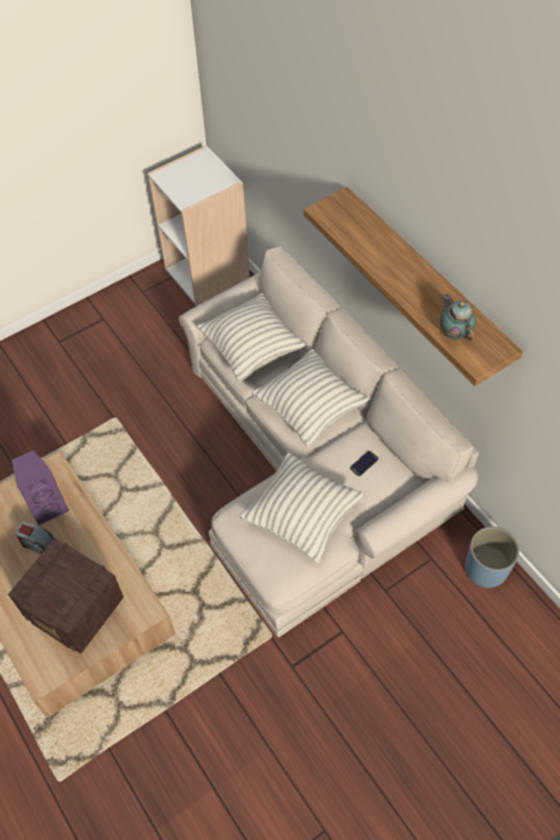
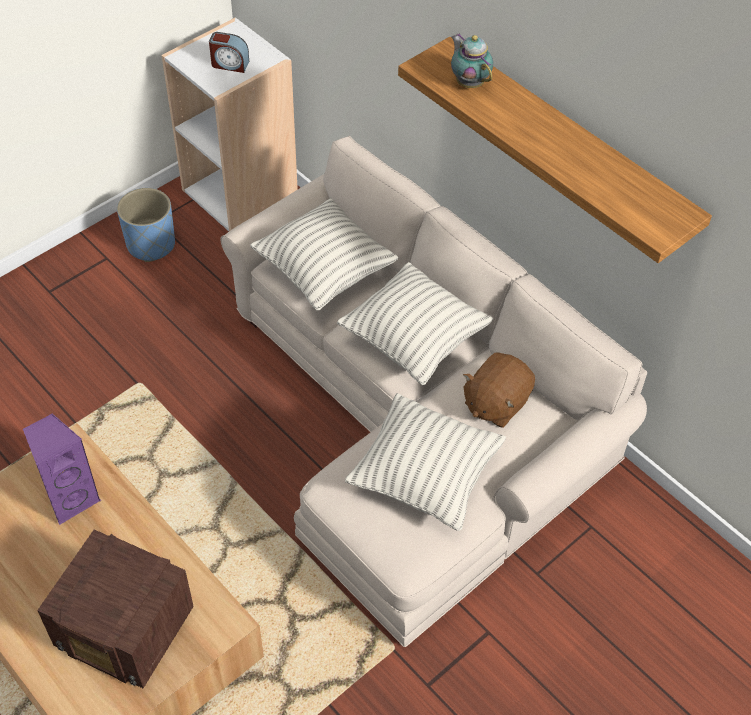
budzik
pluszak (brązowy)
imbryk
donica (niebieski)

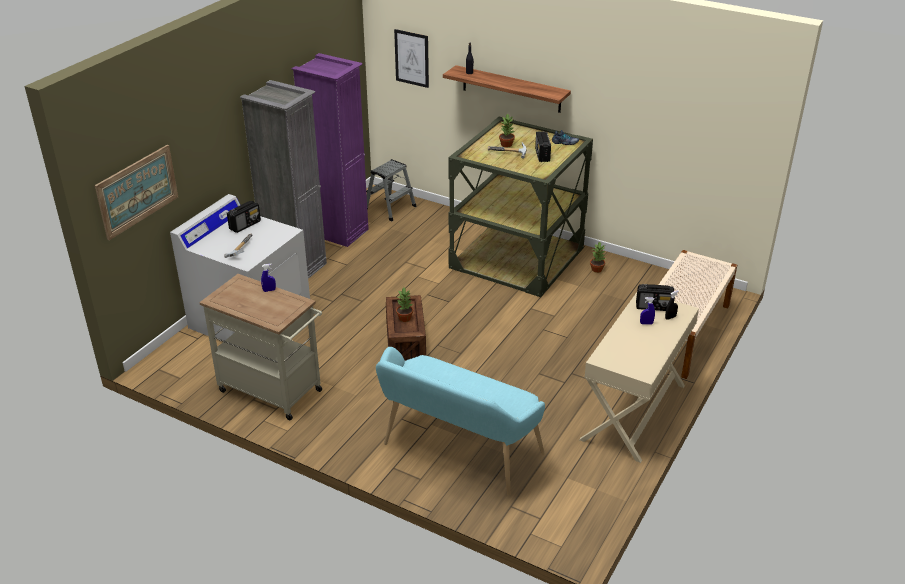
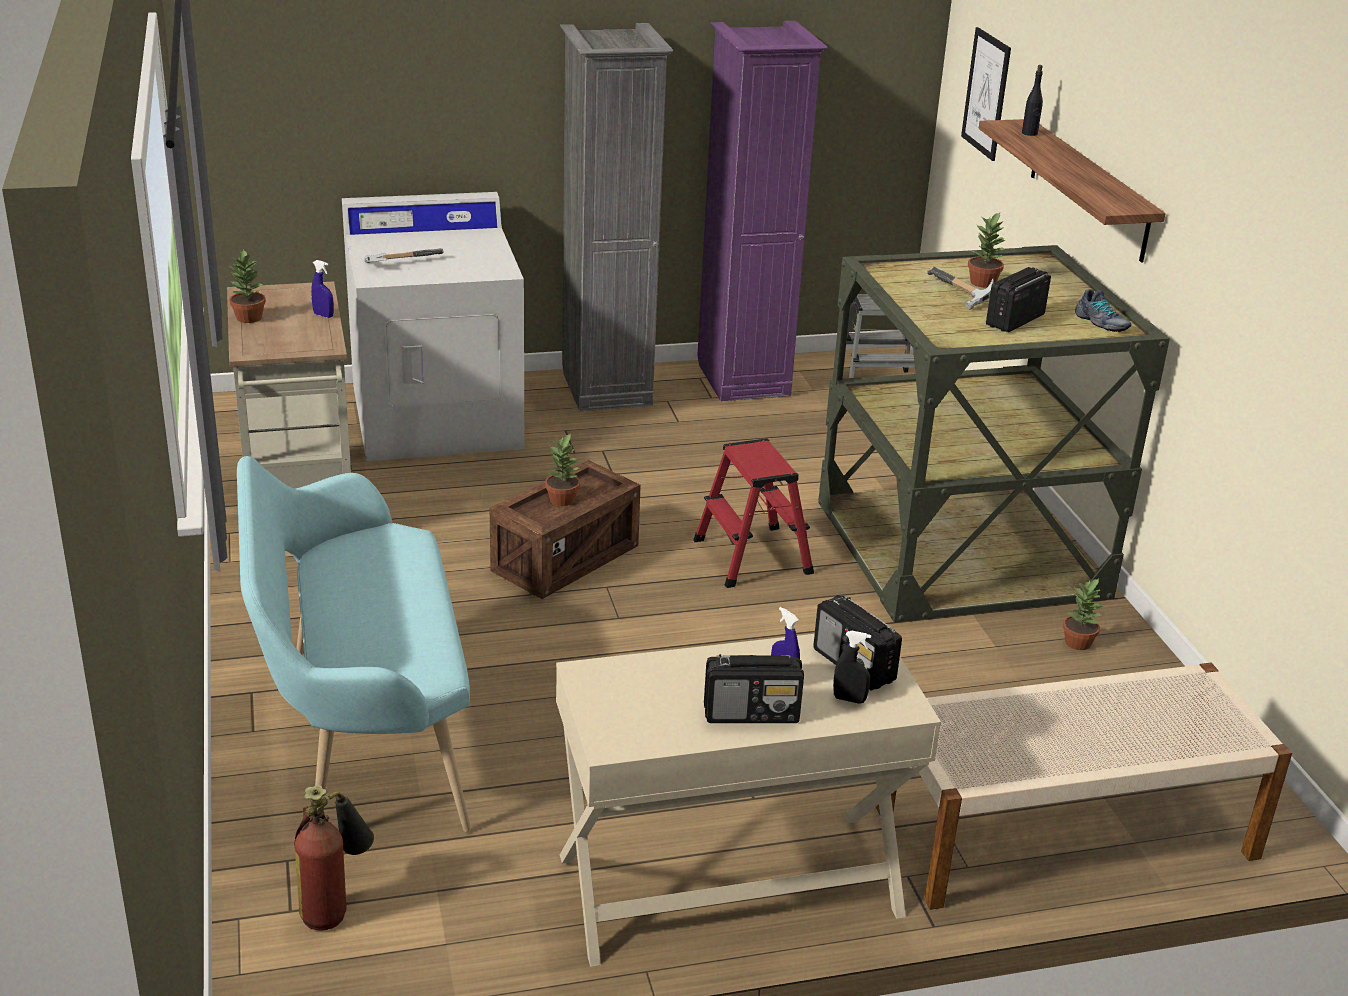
obraz (1st from left in the first image)
radio (1st from left)
roślina doniczkowa (1st from left)
gaśnica
drabinka (czerwony)

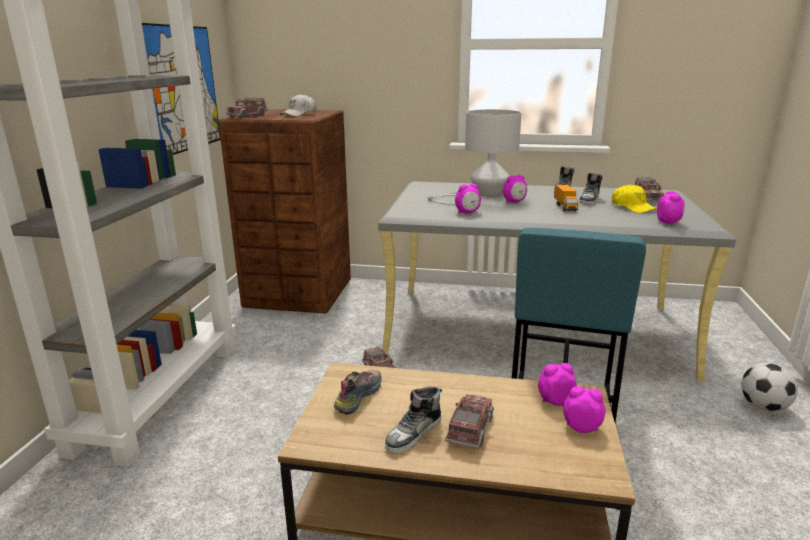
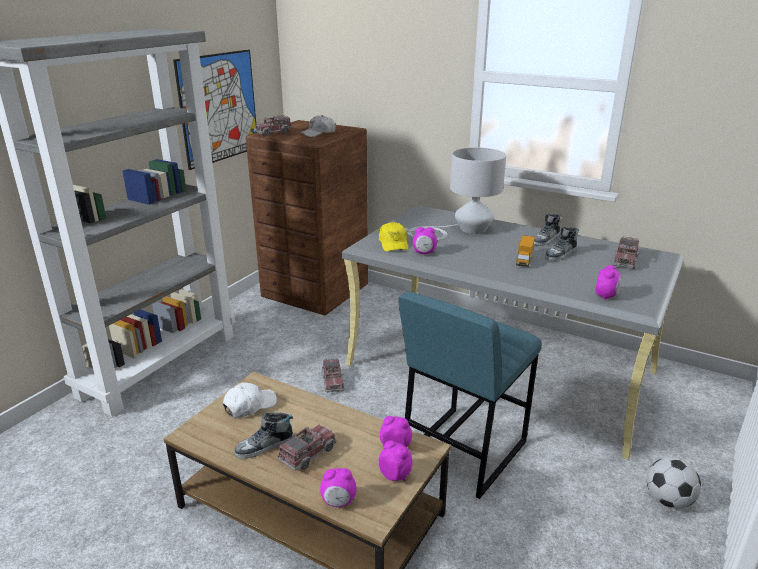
czapka z daszkiem (biały) (1st from left)
budzik (1st from left)
czapka z daszkiem (żółty)

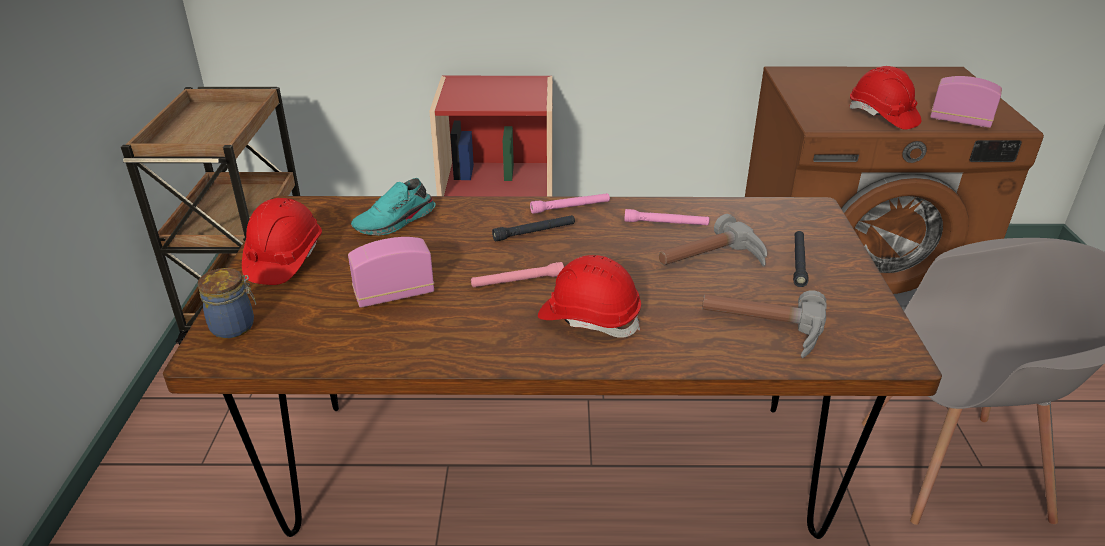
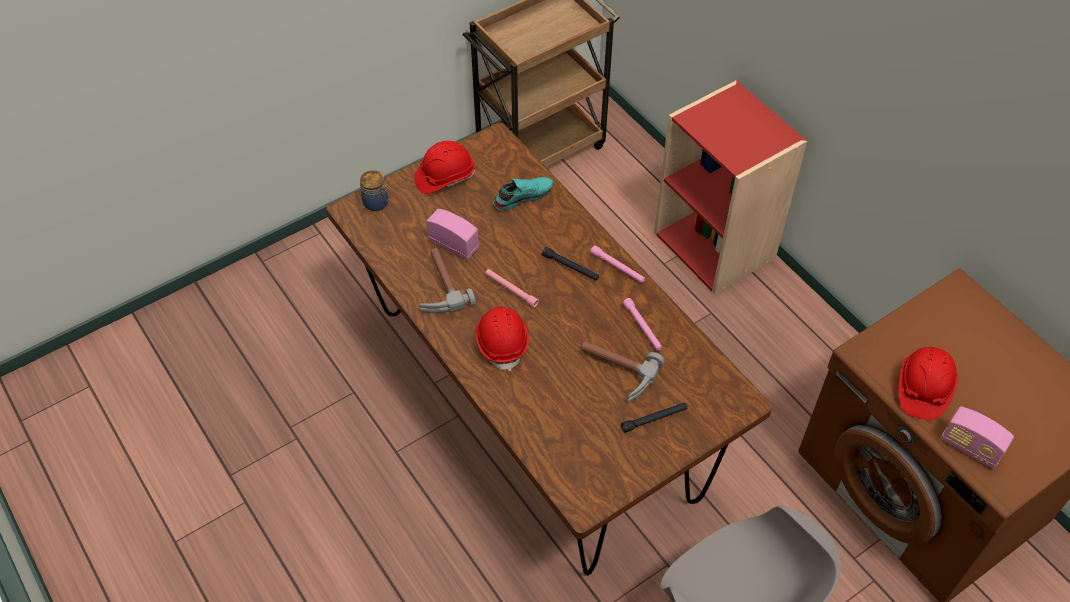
but (turkusowy)
młotek (1st from left)
radio (2nd from left)

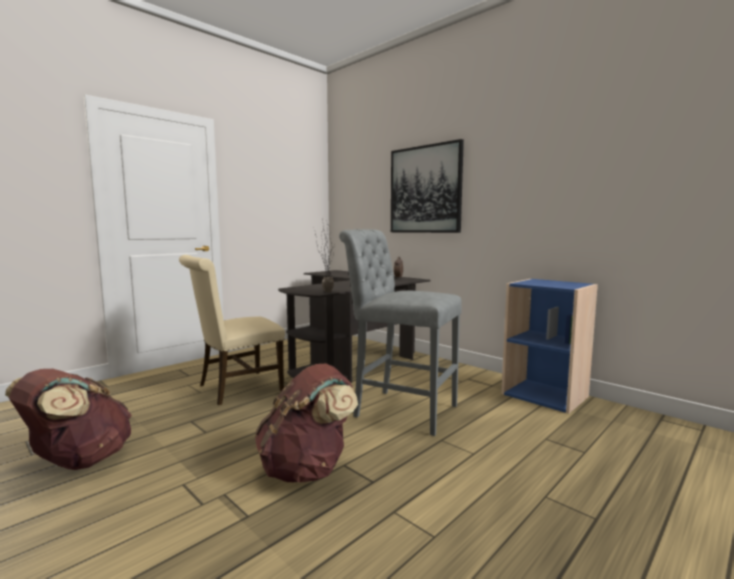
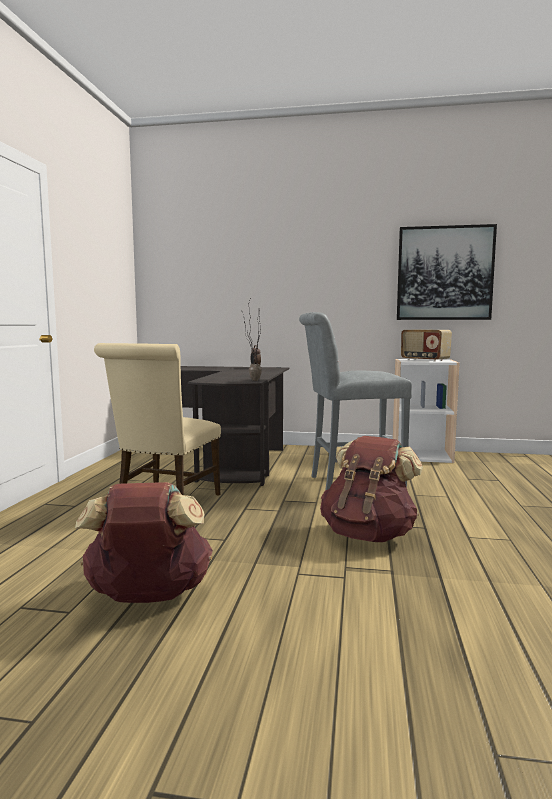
obraz
regał (biały)
radio

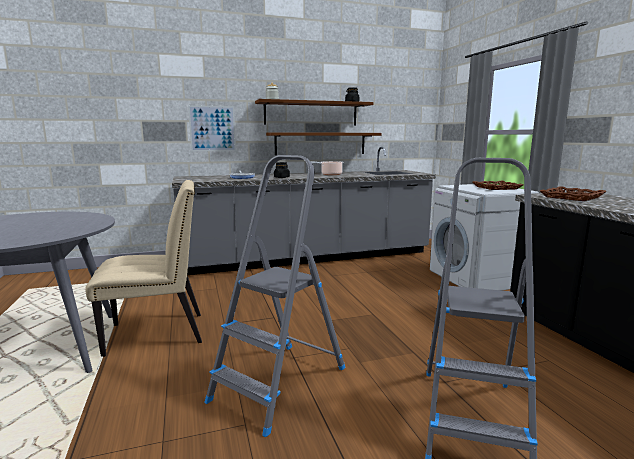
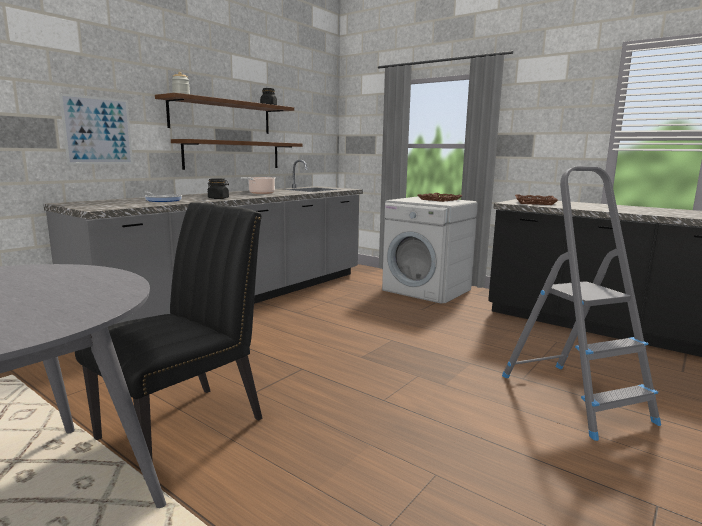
krzesło (czarny)
drabinka (szary) (1st from left in the first image)

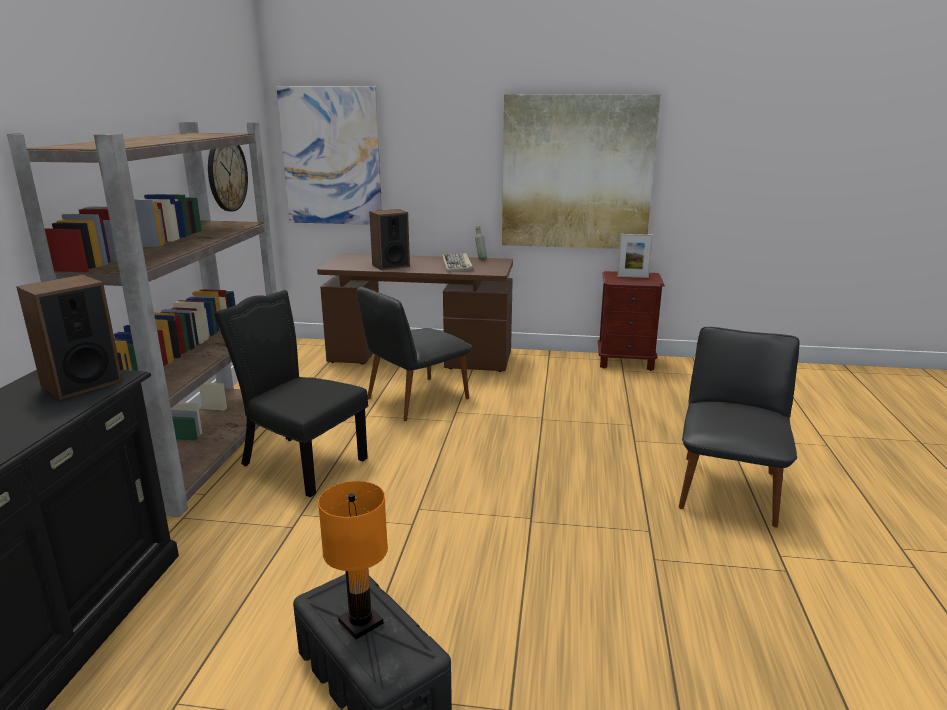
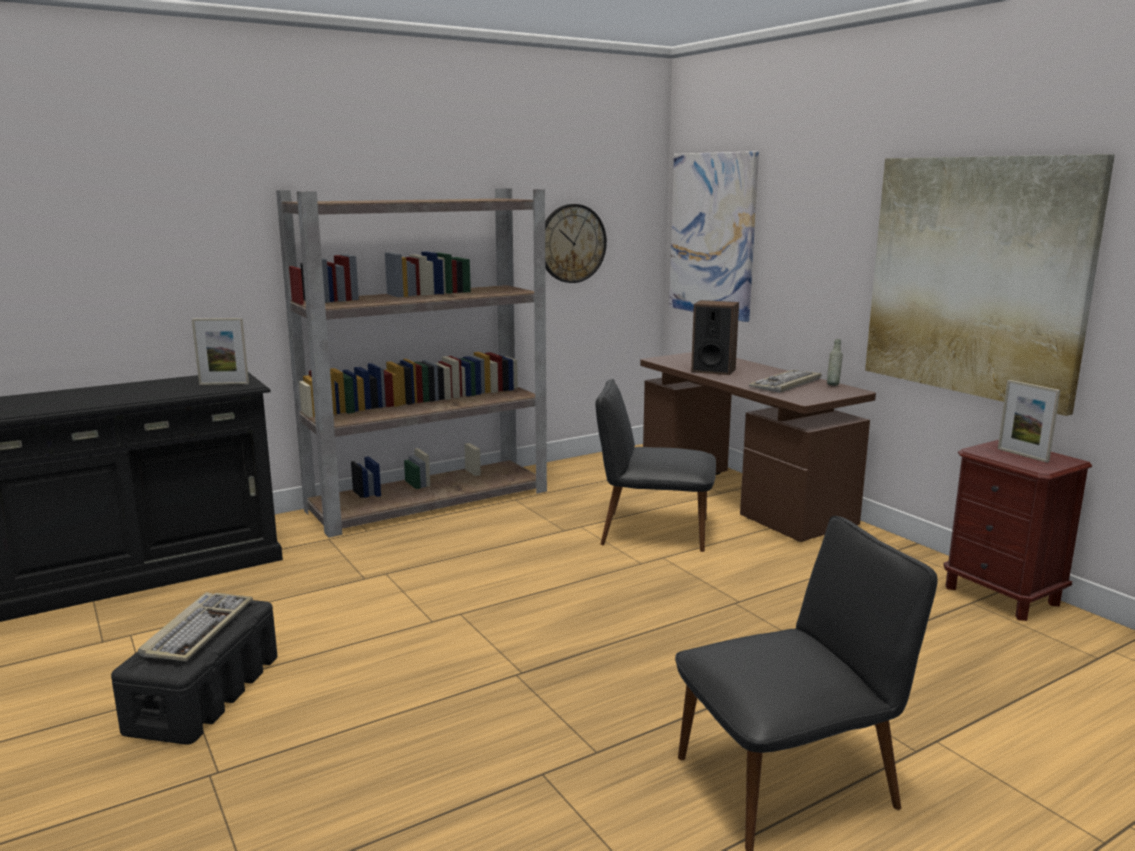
ramka na zdjęcie (1st from left)
krzesło (czarny) (1st from left in the first image)
klawiatura (1st from left)

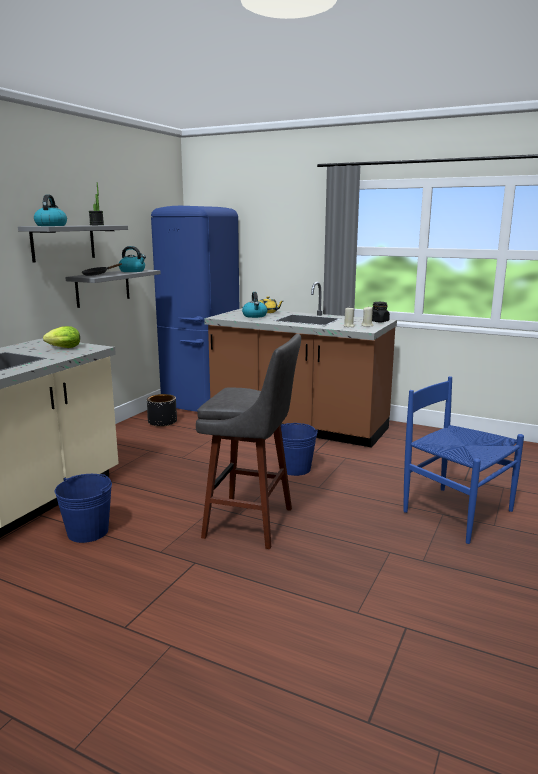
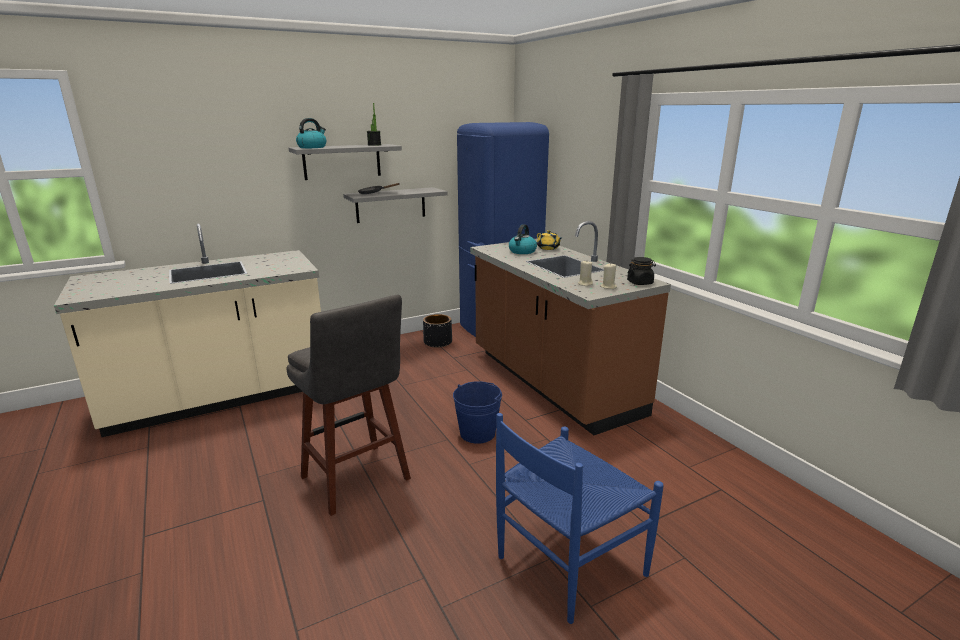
sałata
wiadro (niebieski) (1st from left in the first image)
czajnik (2nd from left in the first image)
krzesło (niebieski)

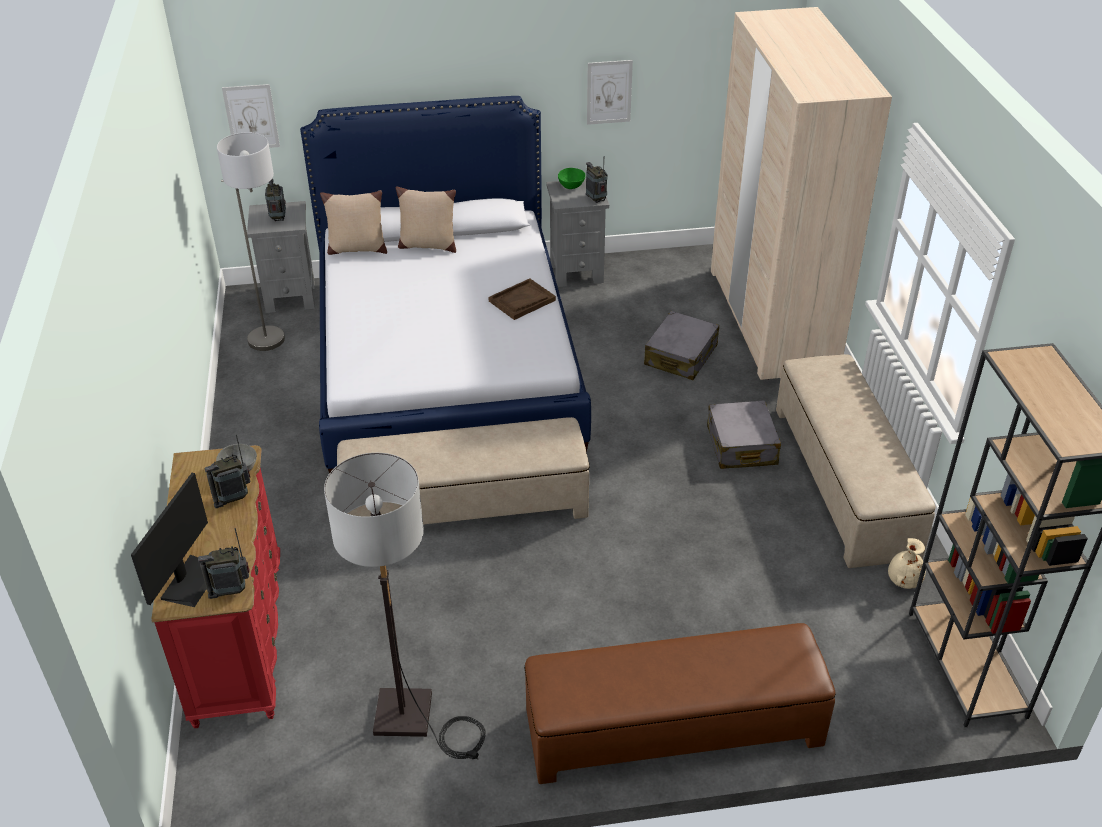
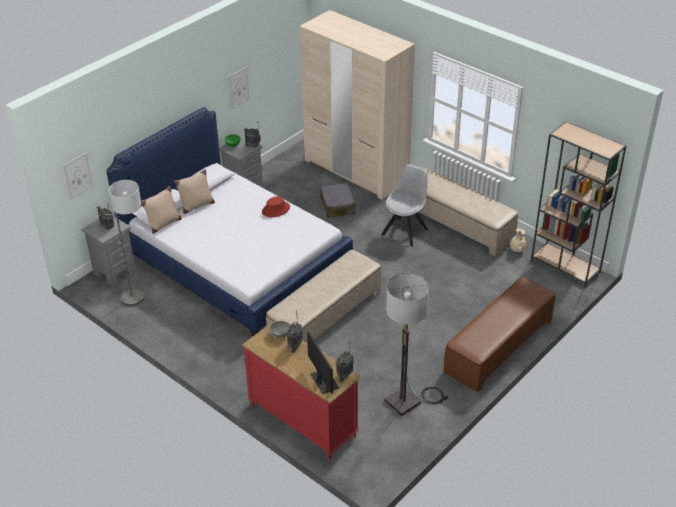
kapelusz (czerwony)
krzesło (szary)

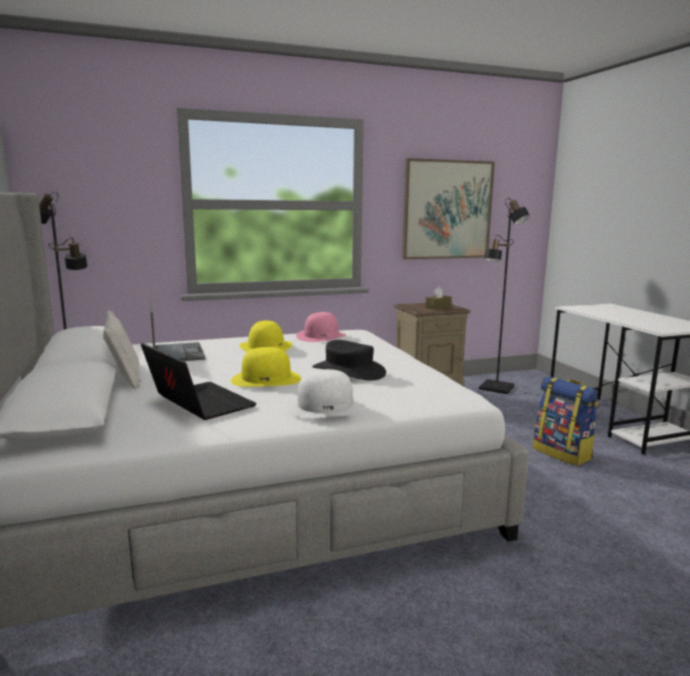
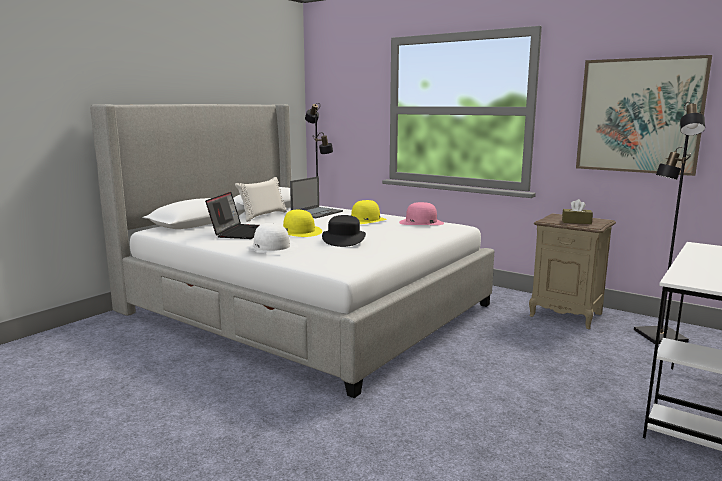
plecak

